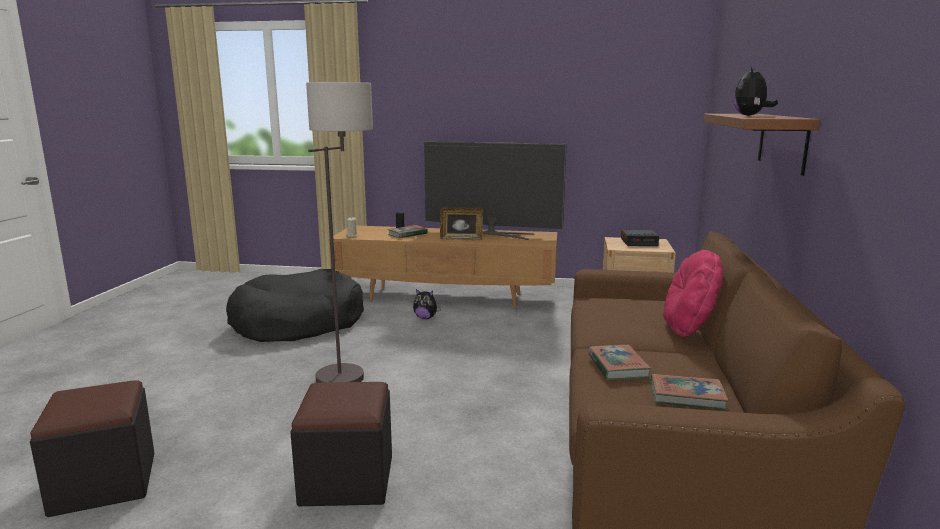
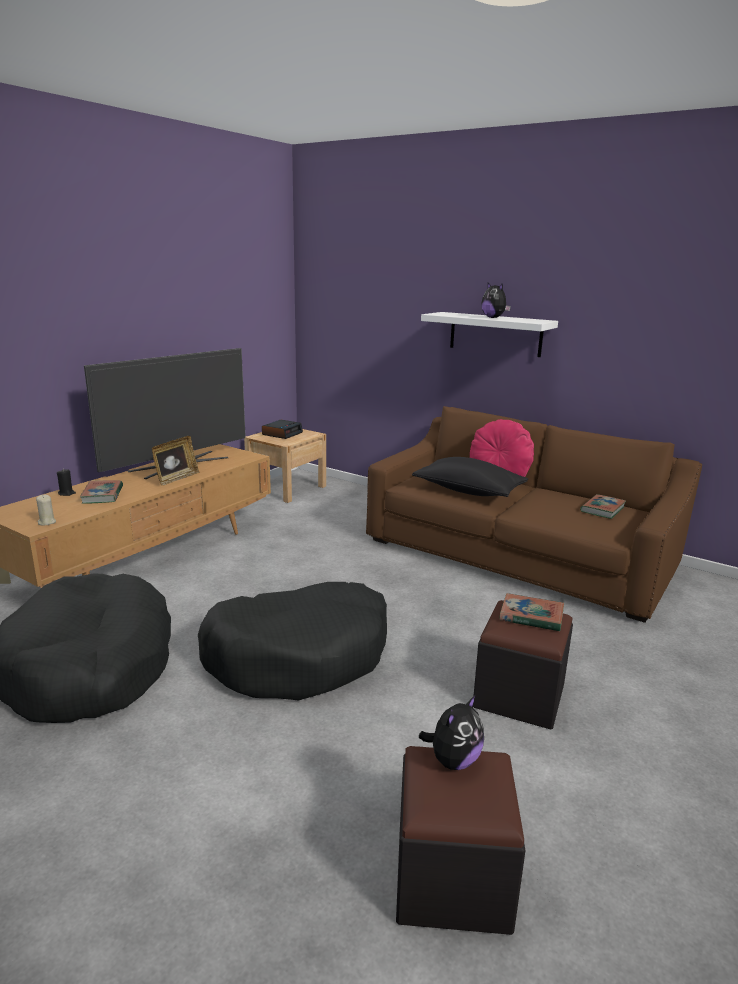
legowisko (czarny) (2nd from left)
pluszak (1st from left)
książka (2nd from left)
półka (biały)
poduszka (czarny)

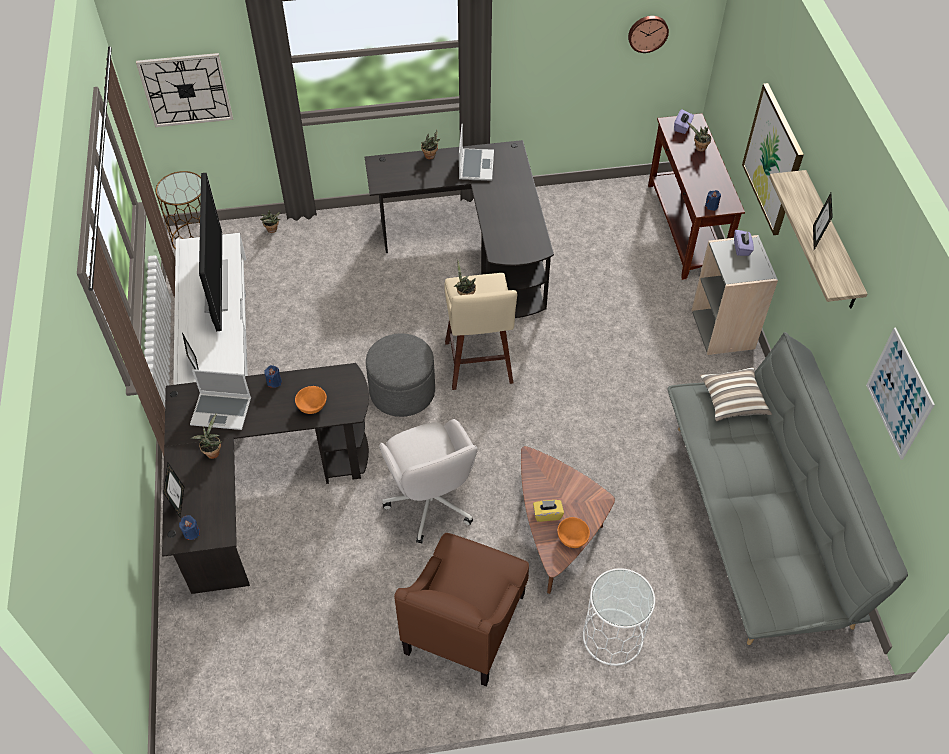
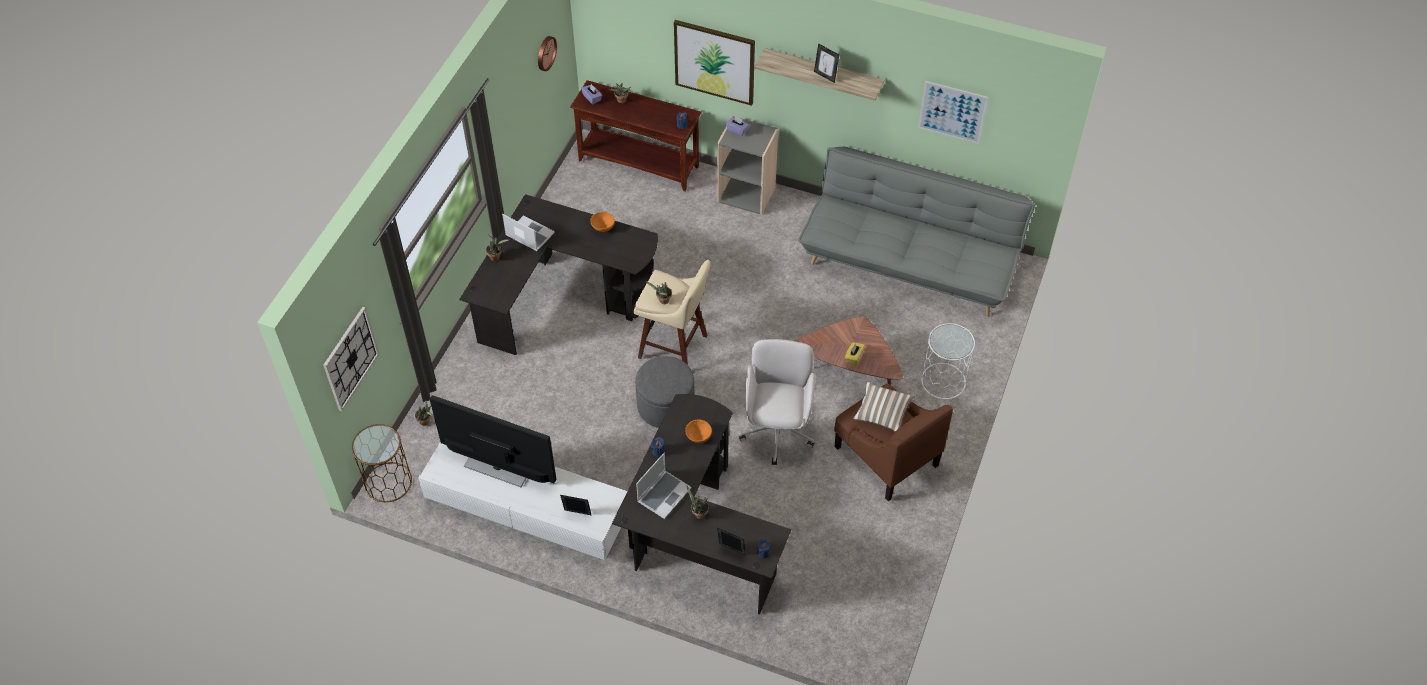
krzesło biurowe (biały)
miska (pomarańczowy) (1st from left)
poduszka

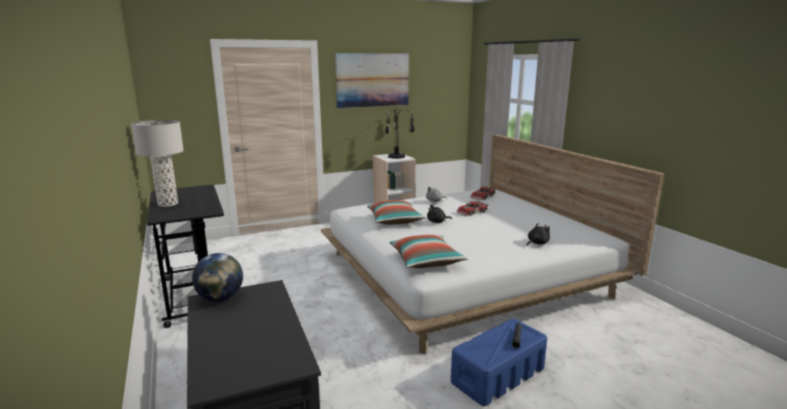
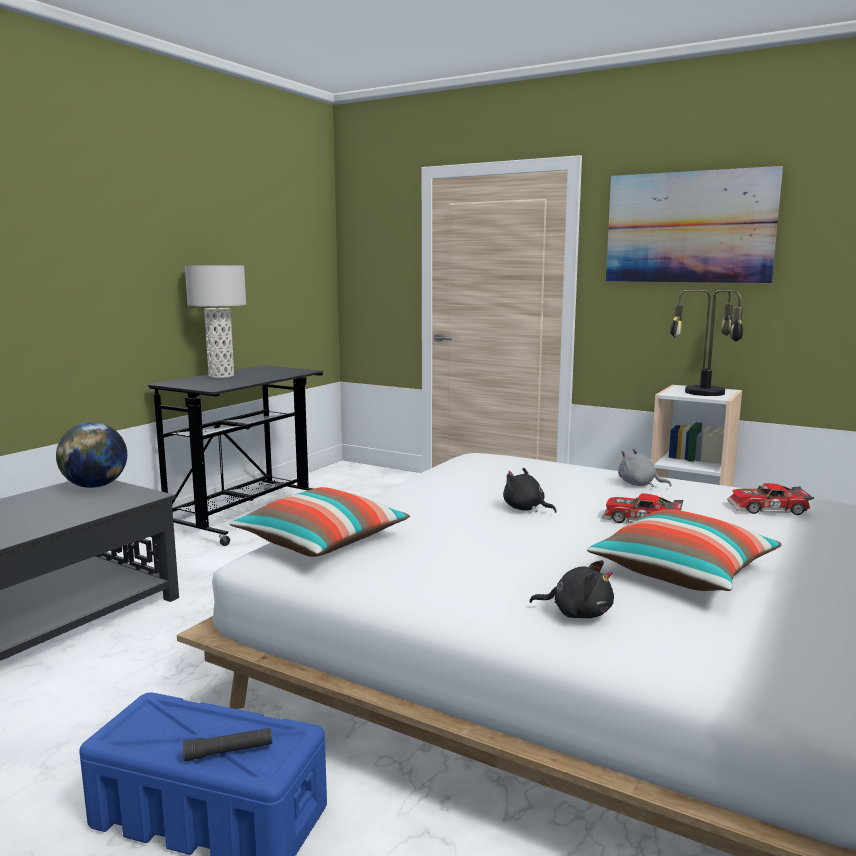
poduszka (2nd from left)

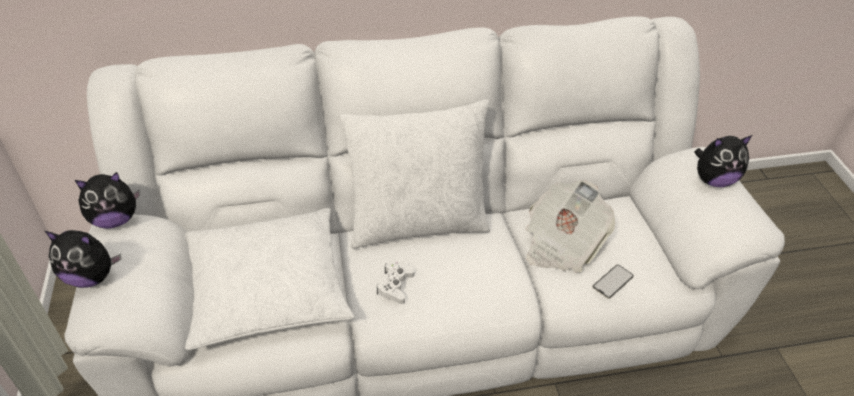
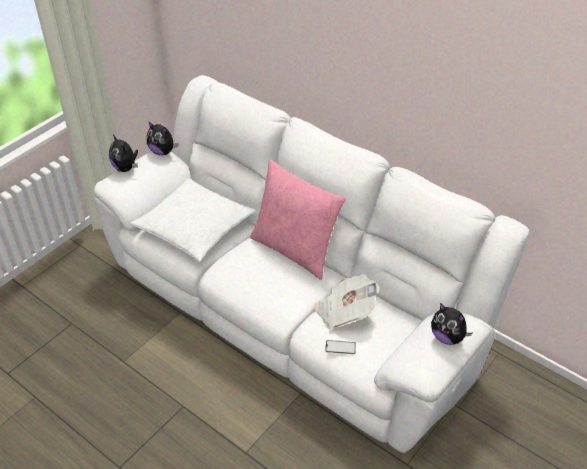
poduszka (różowy)
pad do gier (biały)

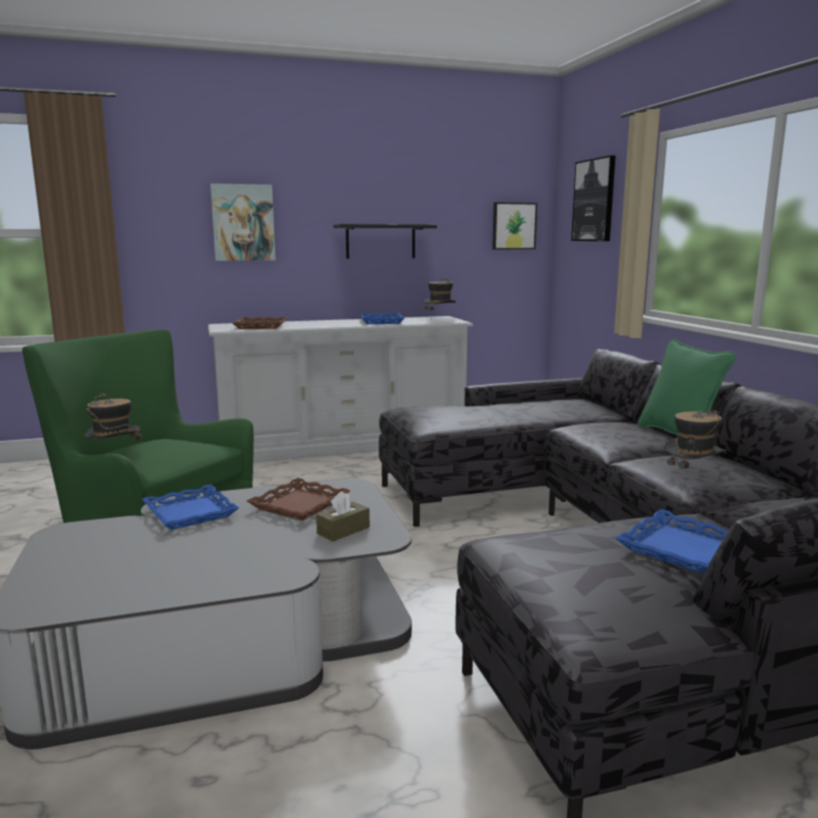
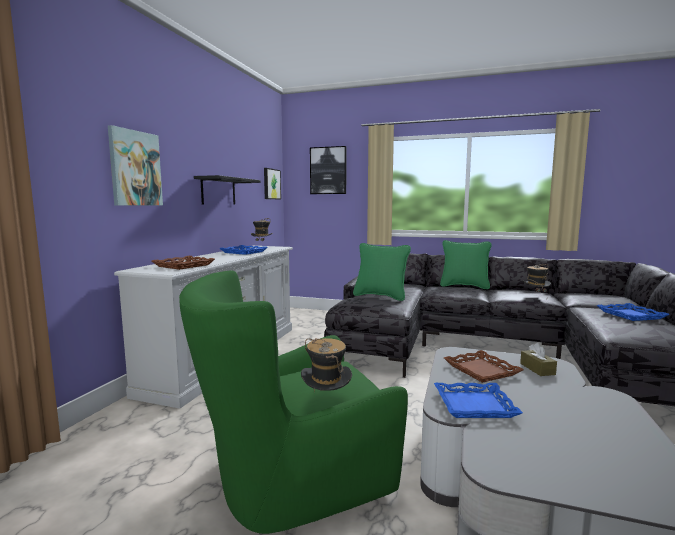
poduszka (zielony) (1st from left)

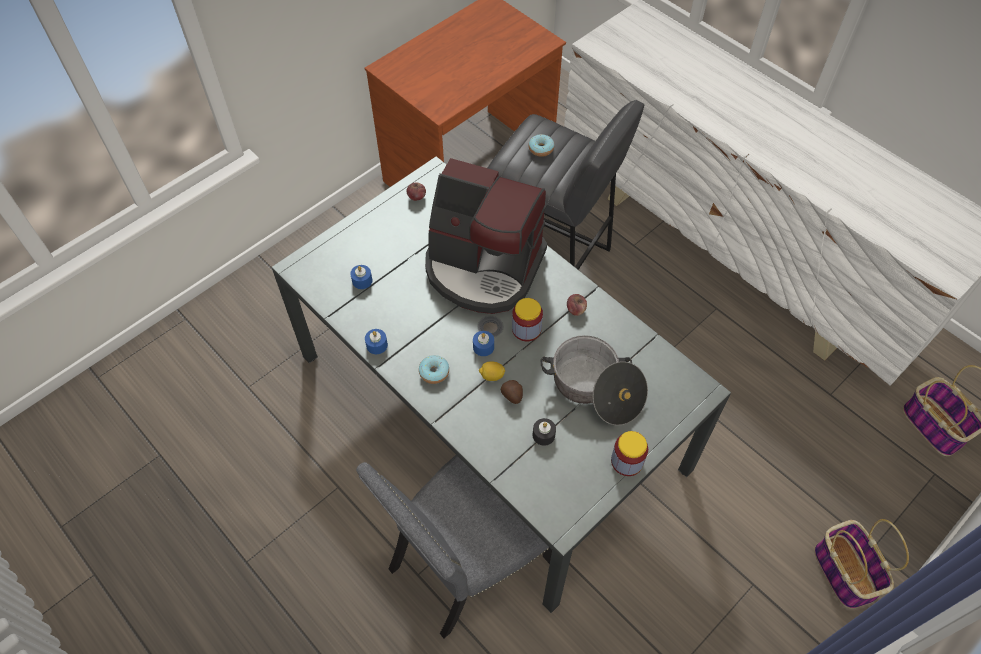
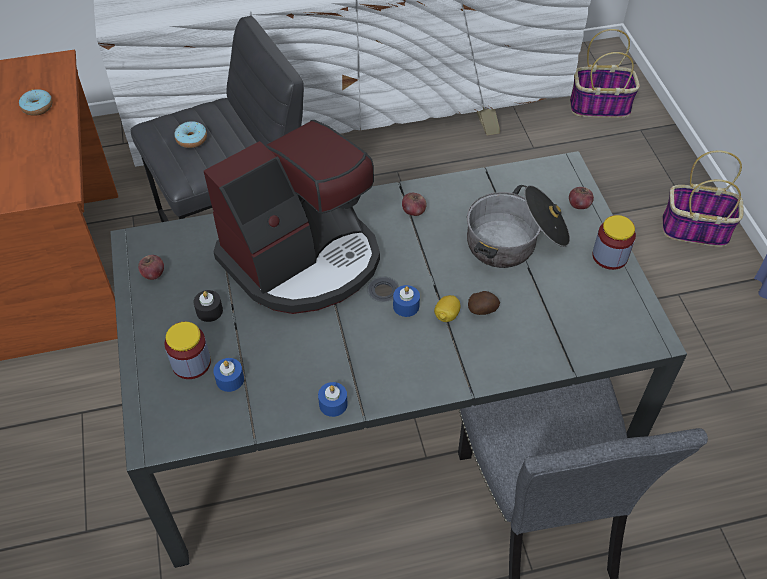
donut (1st from left)
słoik (1st from left)
świeca (czarny)
jabłko (3rd from left)

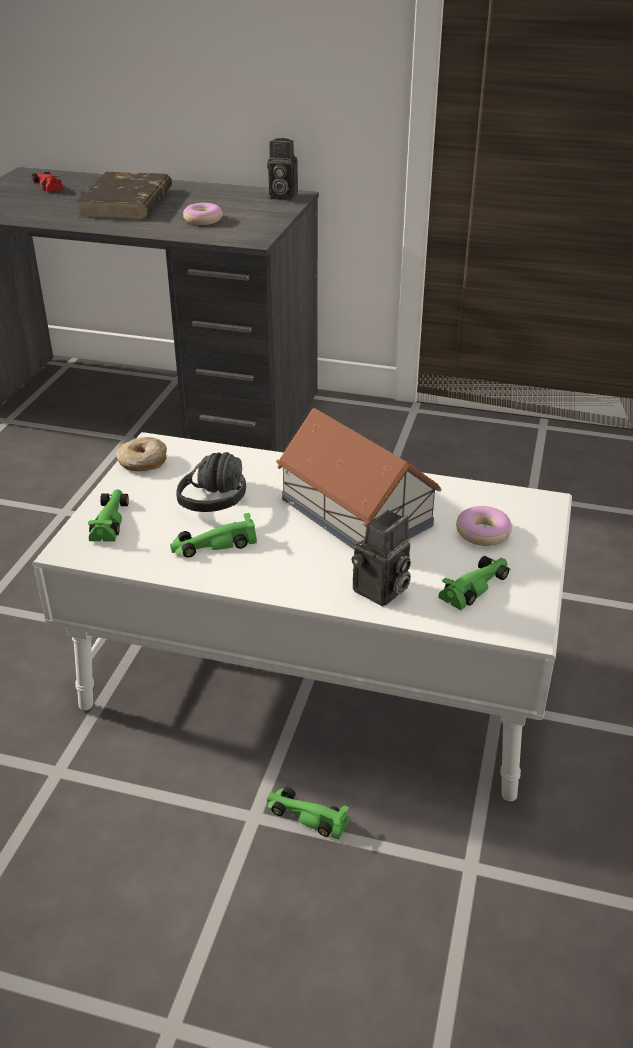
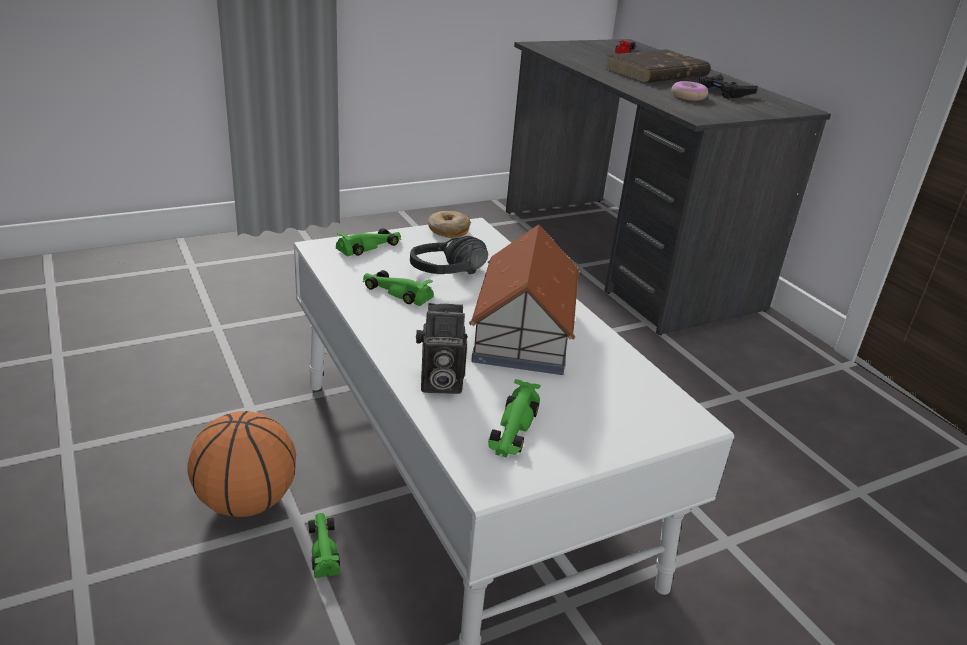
aparat fotograficzny (1st from left in the first image)
samochodzik (zielony) (4th from left)
donut (3rd from left in the first image)
piłka do koszykówki
pad do gier (czarny)

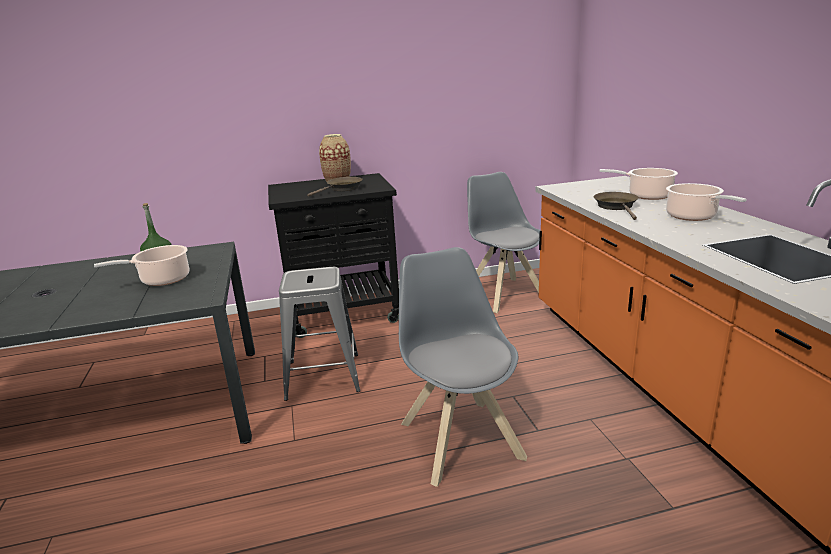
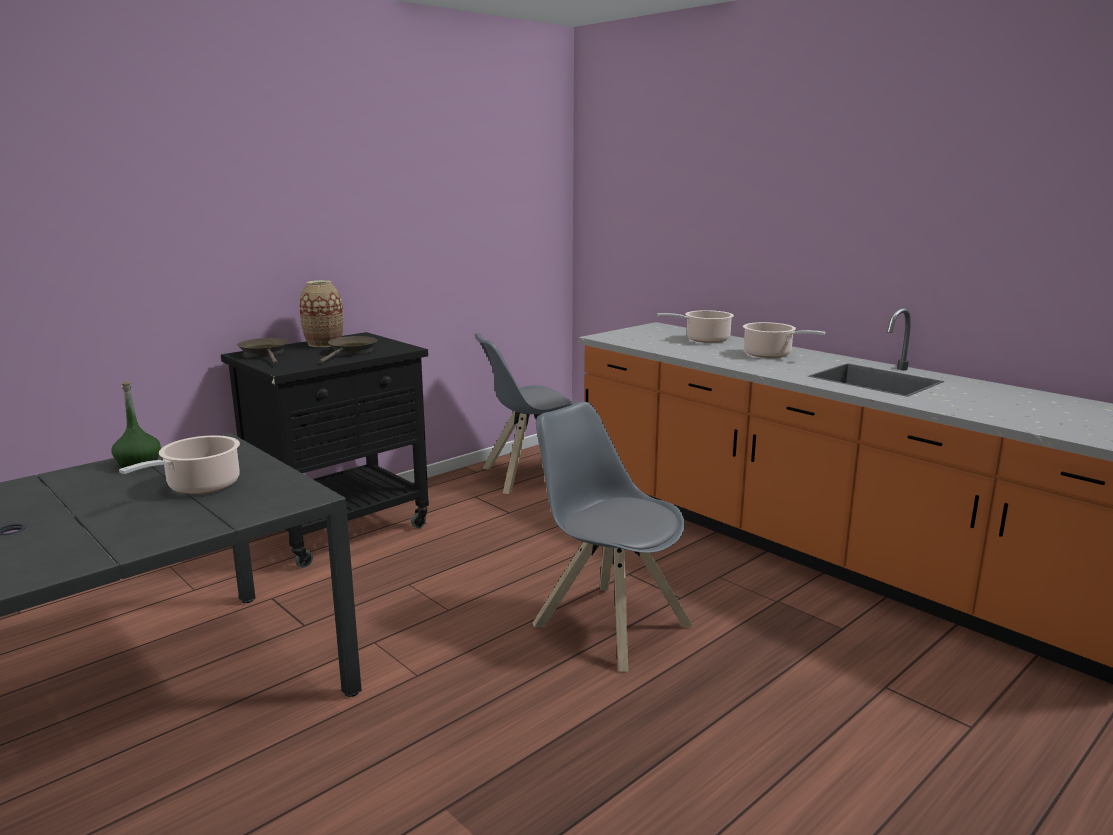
stołek (szary)
krzesło (szary) (1st from left)
patelnia (brązowy) (1st from left)

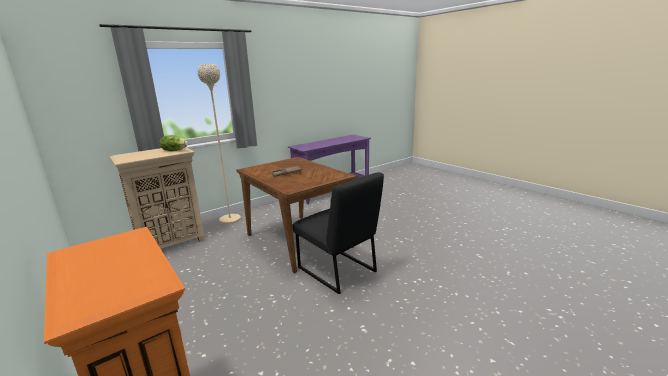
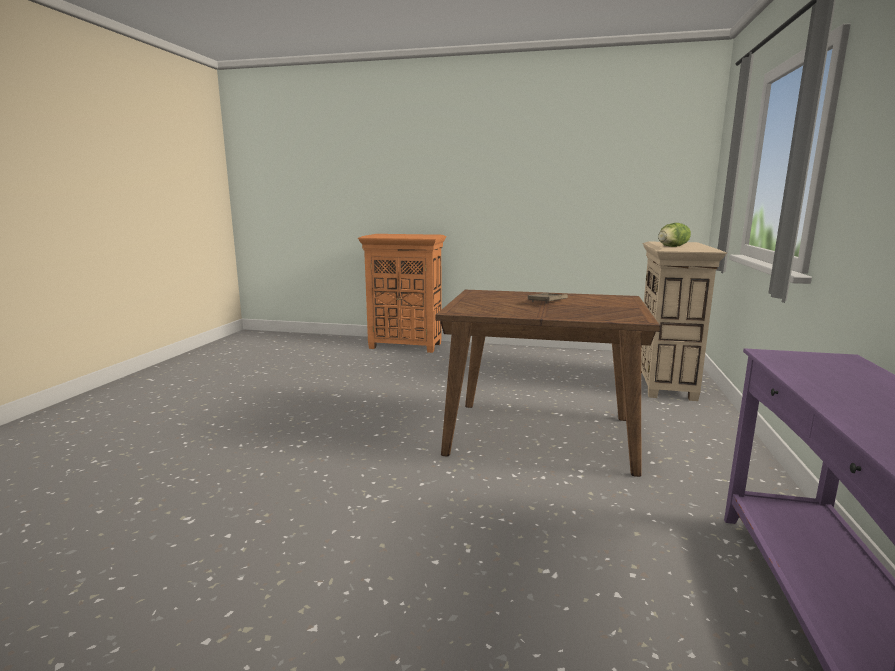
lampa stojąca (beżowy)
krzesło (czarny)

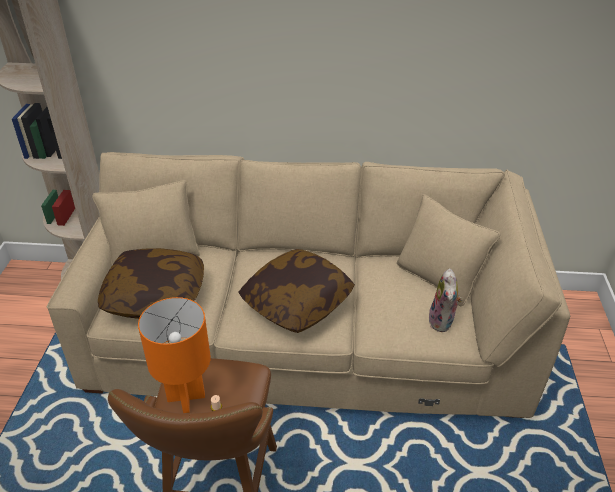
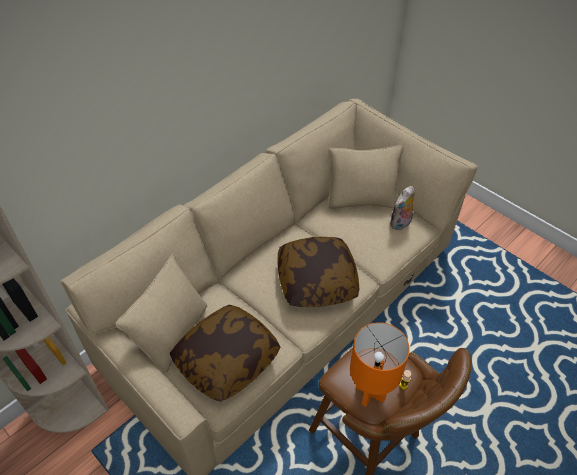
pluszak

